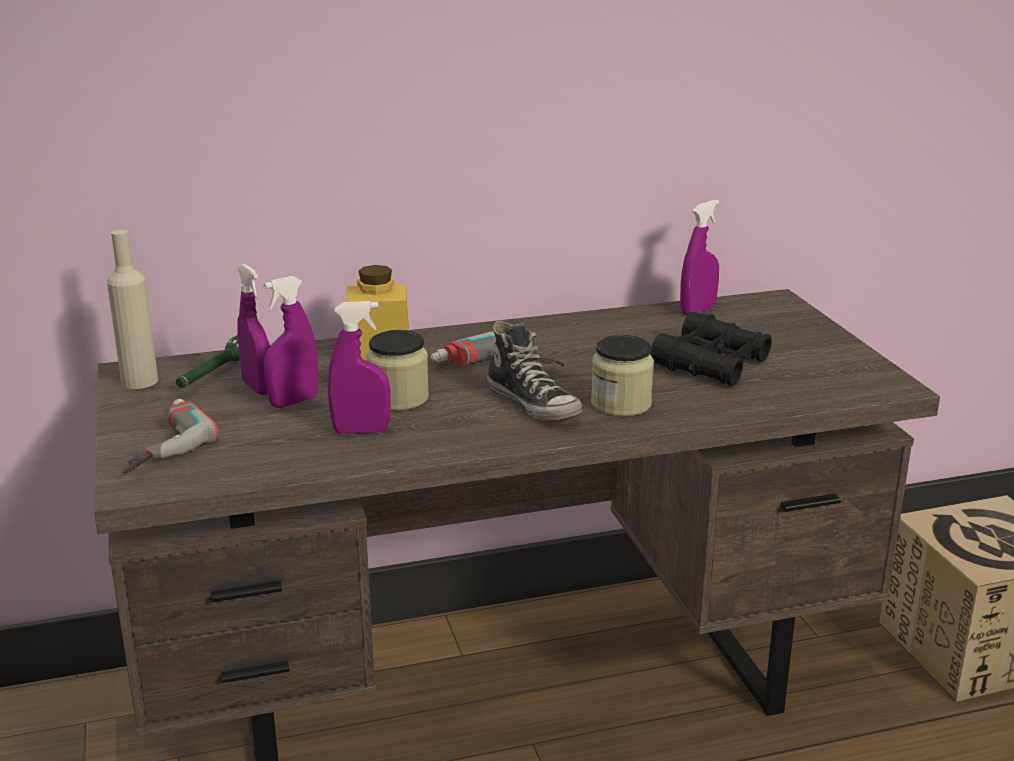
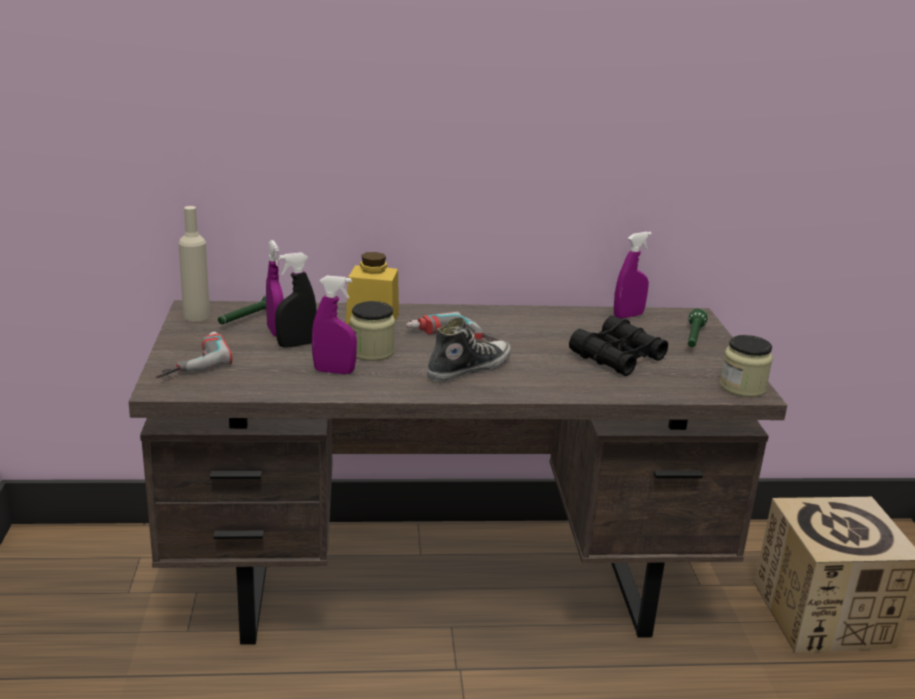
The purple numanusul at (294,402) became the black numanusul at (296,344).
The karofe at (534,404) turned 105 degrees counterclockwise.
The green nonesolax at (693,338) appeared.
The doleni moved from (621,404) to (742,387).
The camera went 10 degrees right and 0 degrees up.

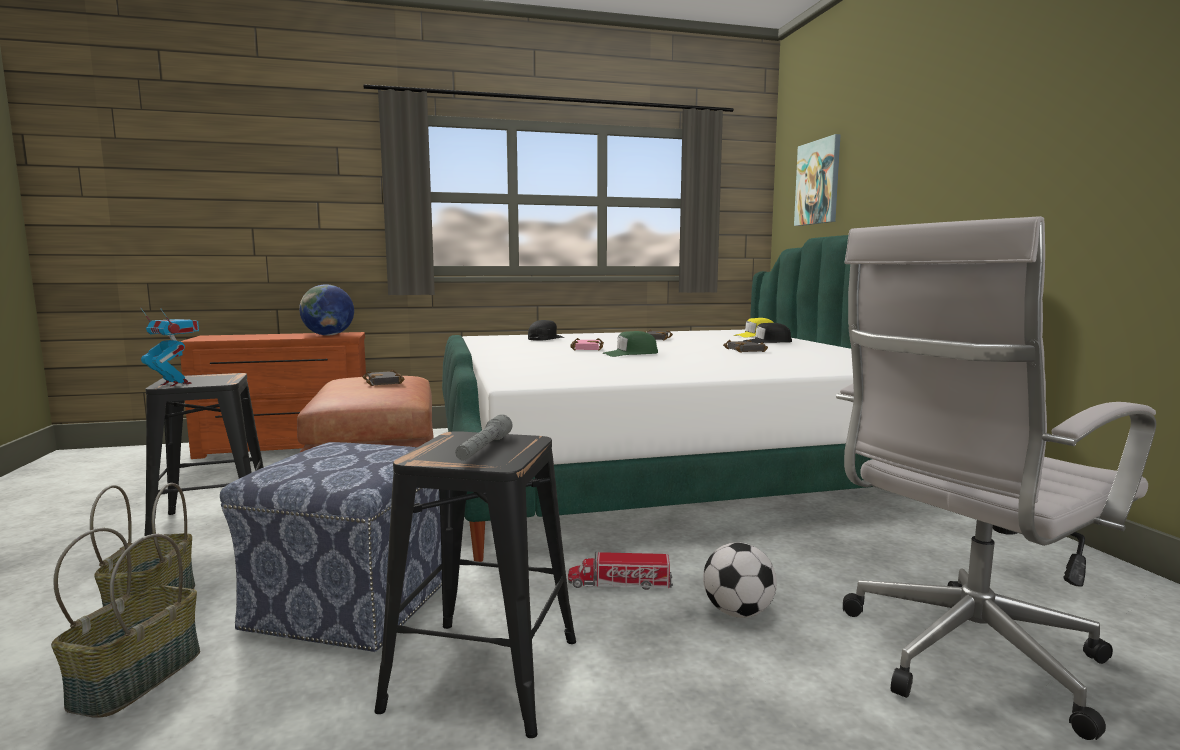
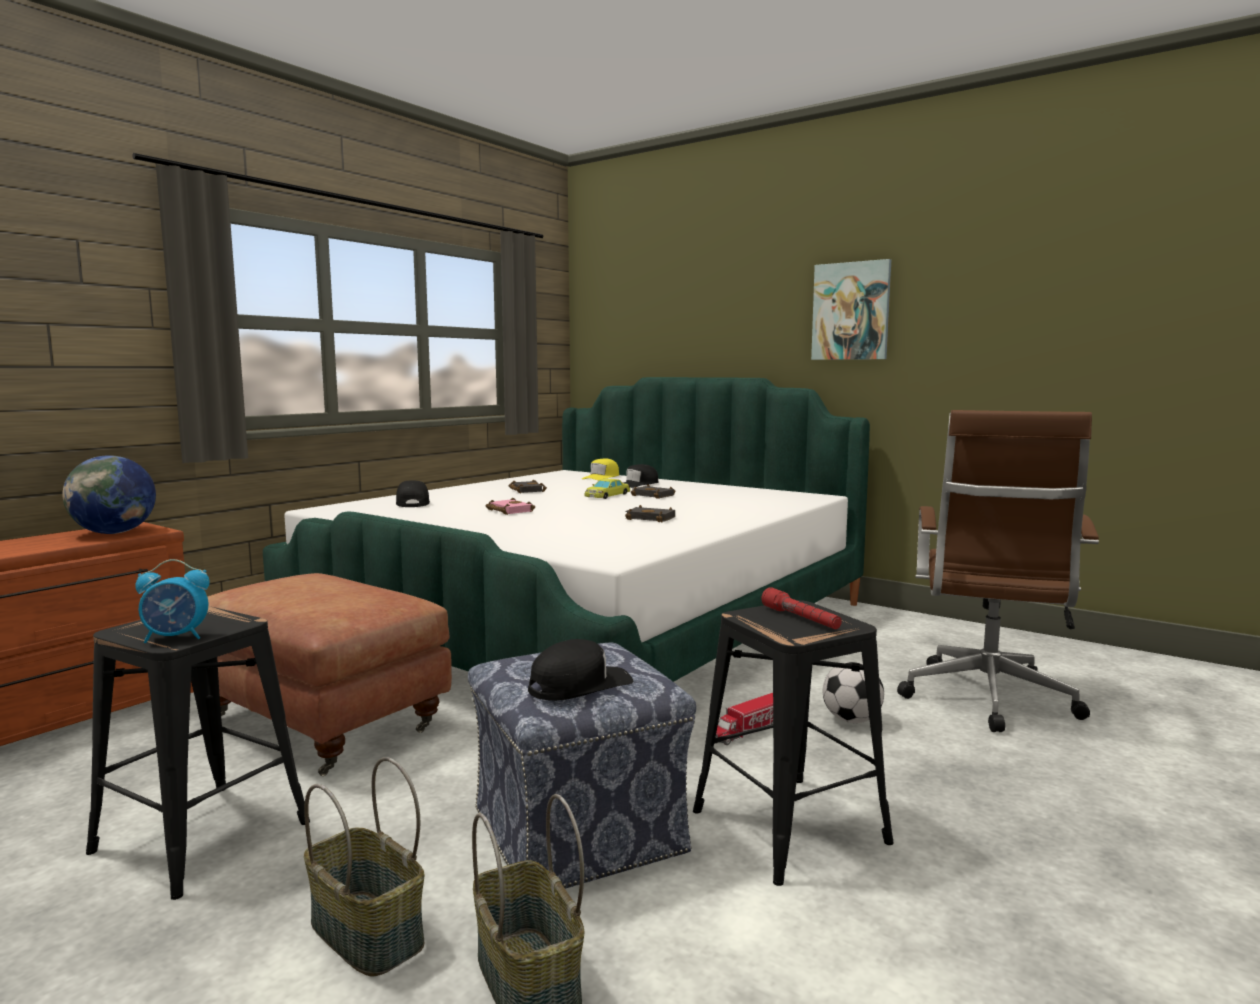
The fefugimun at (175,384) was replaced by the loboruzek at (176,638).
The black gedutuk at (579,685) appeared.
The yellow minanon at (607,495) appeared.
The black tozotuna moved from (385,382) to (652,518).
The grey nonesolax at (484,448) became the red nonesolax at (801,619).
The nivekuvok moved from (818,182) to (851,311).
The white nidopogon at (963,658) became the brown nidopogon at (987,701).
The green gedutuk at (630,354) disappeared.
The camera went 40 degrees left and 0 degrees up.

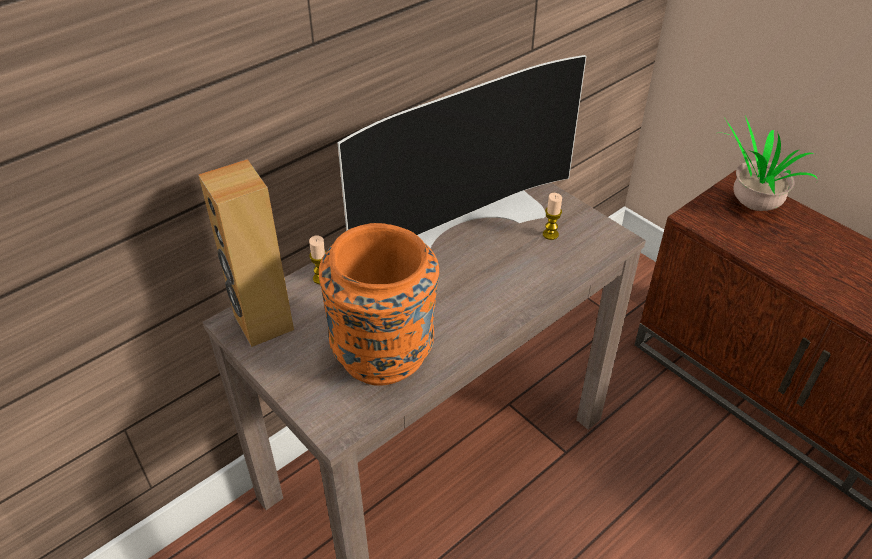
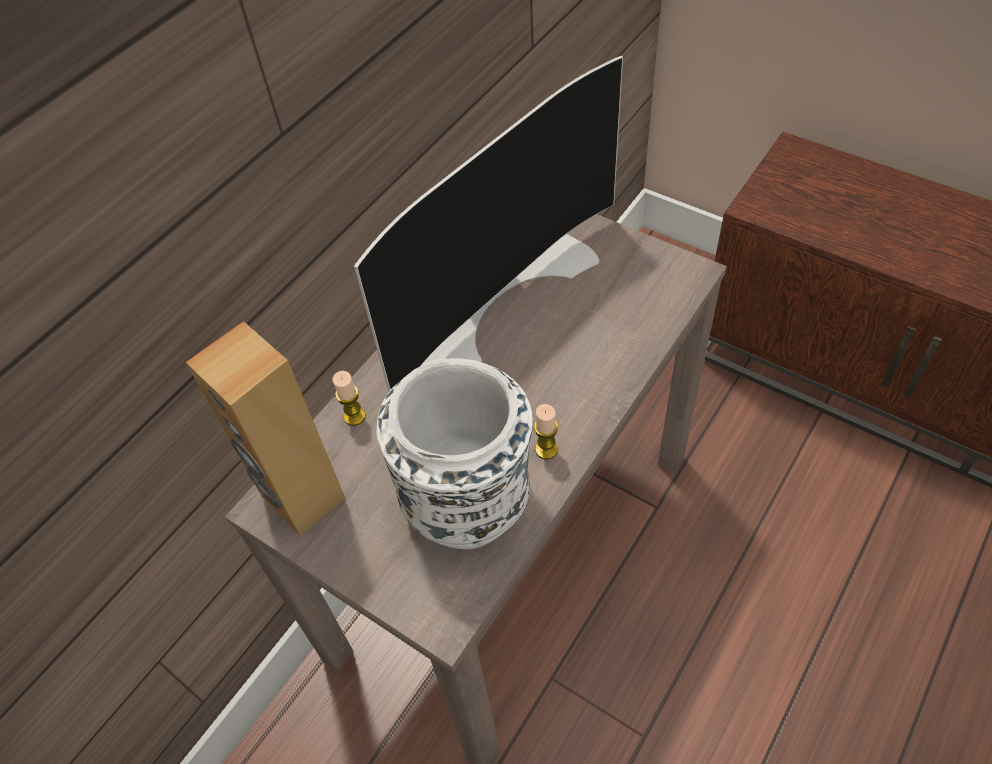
The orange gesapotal at (384,353) became the white gesapotal at (469,502).
The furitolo moved from (550,234) to (546,449).
The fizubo at (750,206) disappeared.
The camera went 10 degrees left and 10 degrees up.

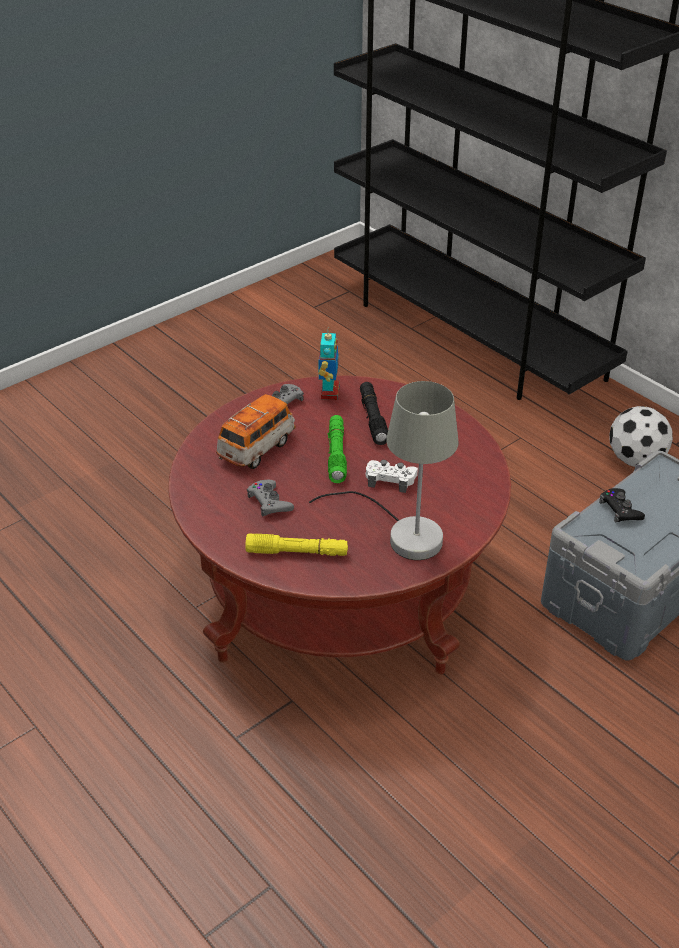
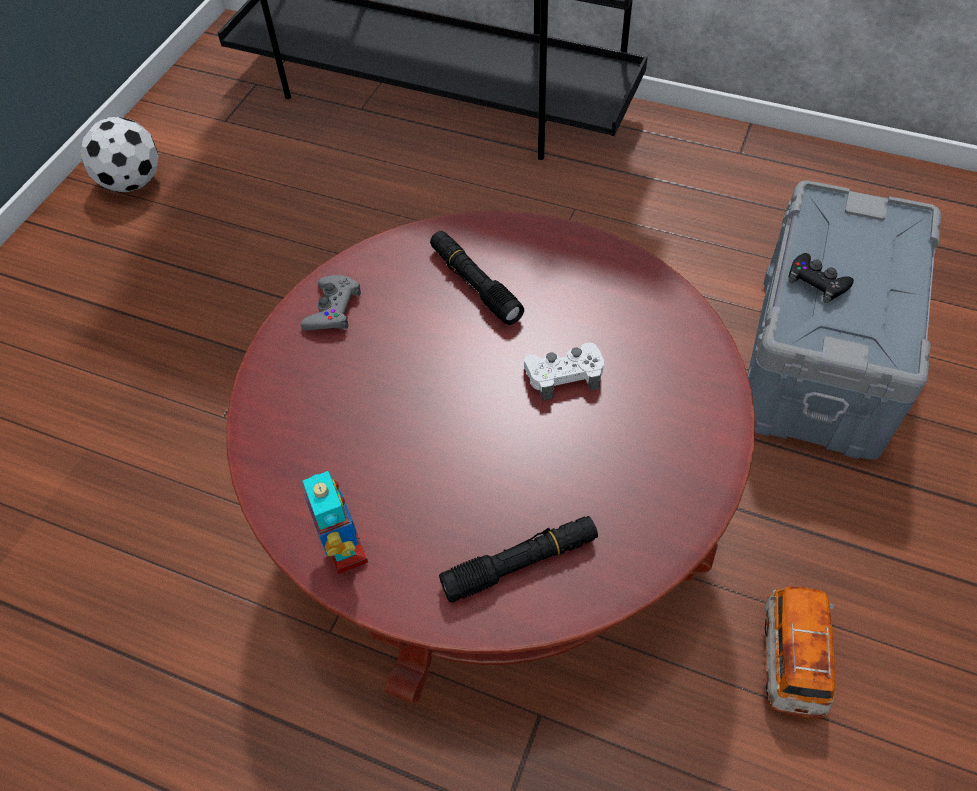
The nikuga moved from (635,459) to (132,181).
The fefugimun moved from (329,392) to (344,549).
The yellow nonesolax at (297,552) became the black nonesolax at (520,563).
The minanon moved from (257,448) to (792,658).
The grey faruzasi at (269,502) disappeared.
The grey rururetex at (403,533) disappeared.
The green nonesolax at (336,454) disappeared.
The camera went 25 degrees left and 15 degrees up.

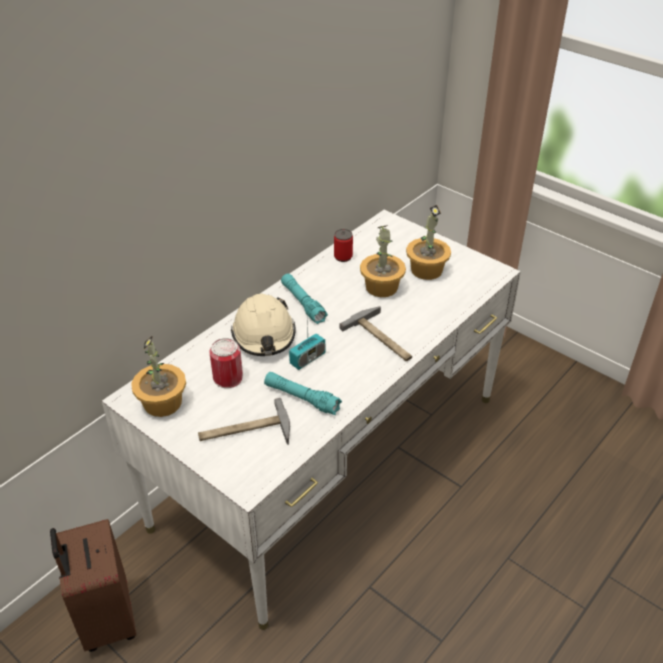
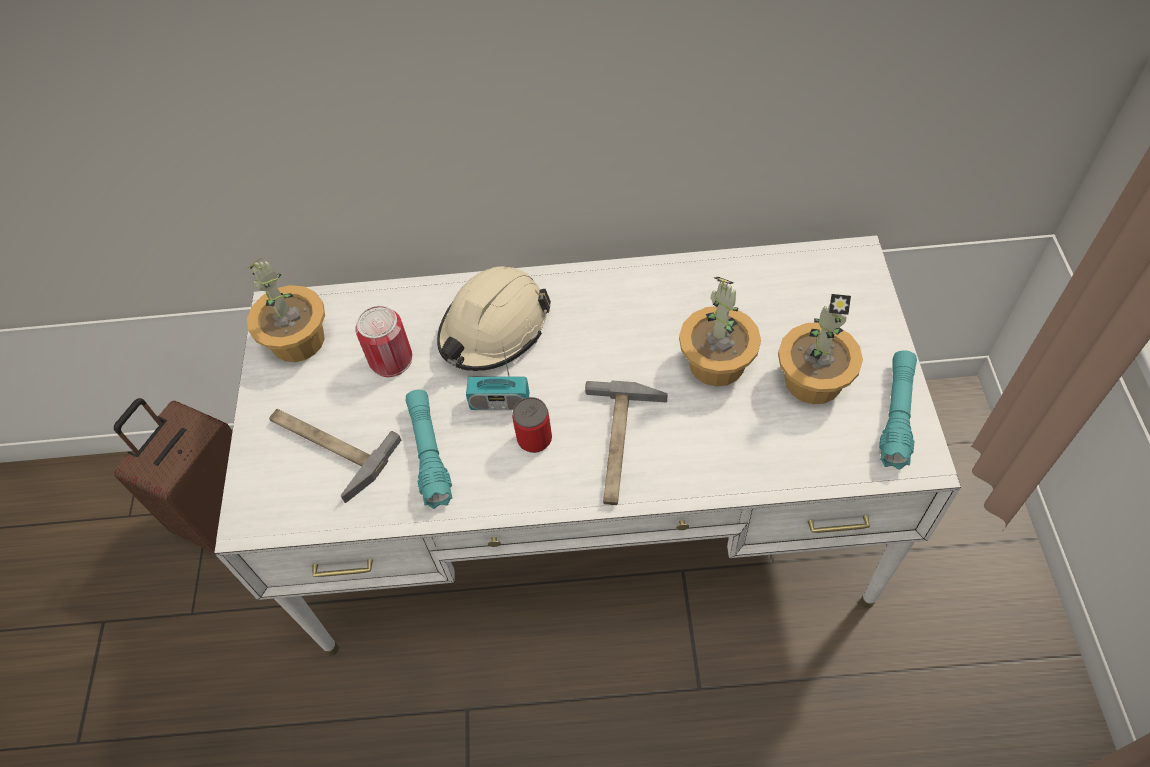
The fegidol moved from (343,257) to (534,439).
The turquoise nonesolax moved from (303,303) to (896,414).
The camera went 50 degrees right and 15 degrees up.

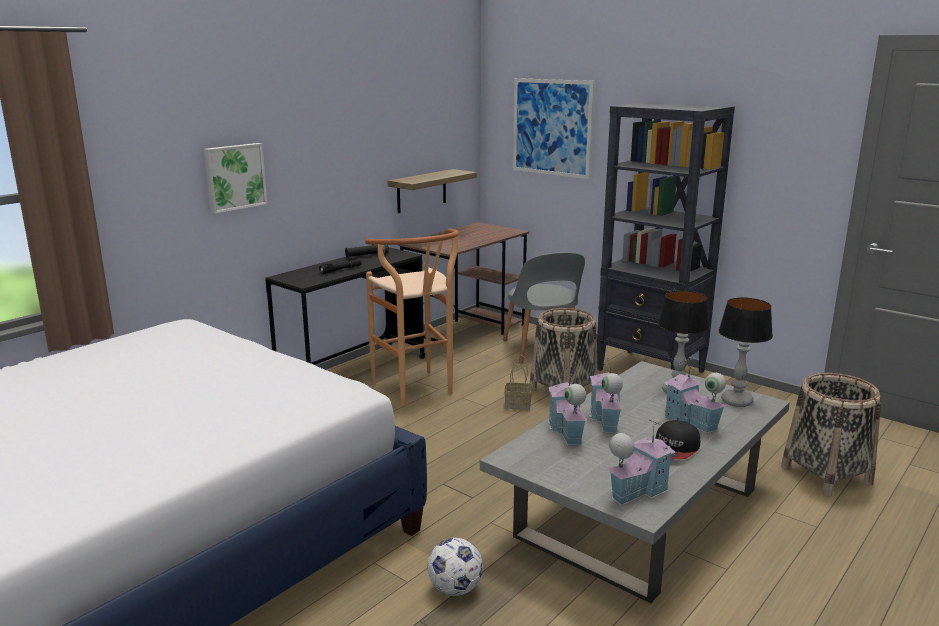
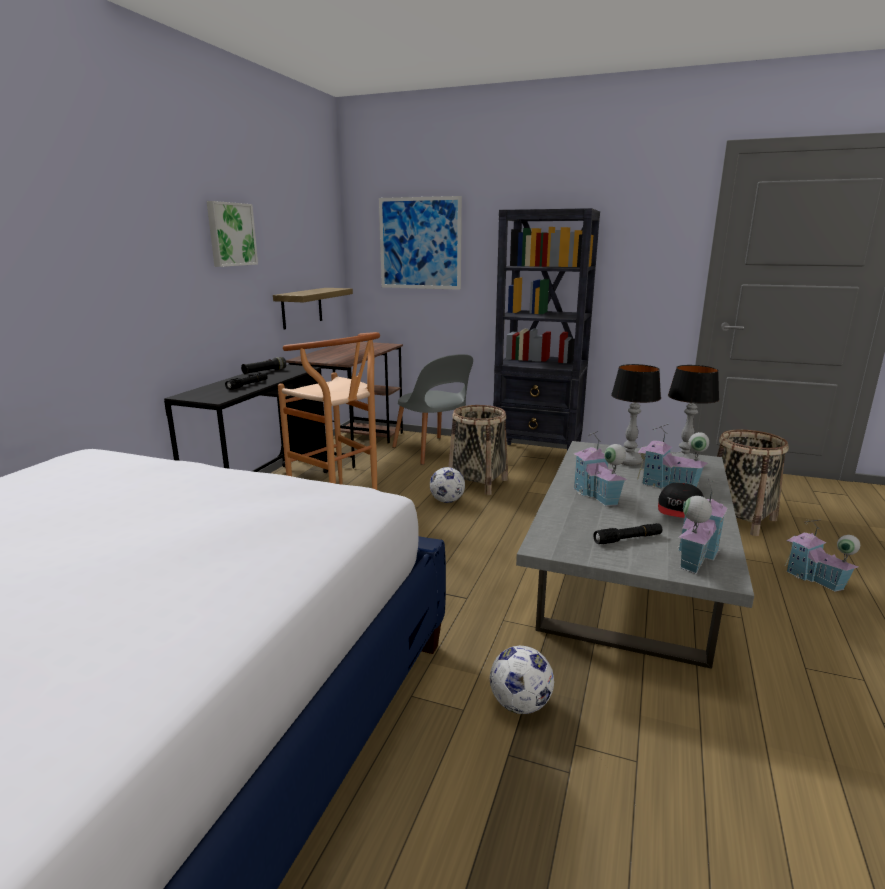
The nivekuvok moved from (234,177) to (230,234).
The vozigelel at (519,404) was replaced by the nikuga at (447,501).
The black nonesolax at (628,539) appeared.
The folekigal moved from (566,432) to (814,578).
The camera went 20 degrees left and 0 degrees up.

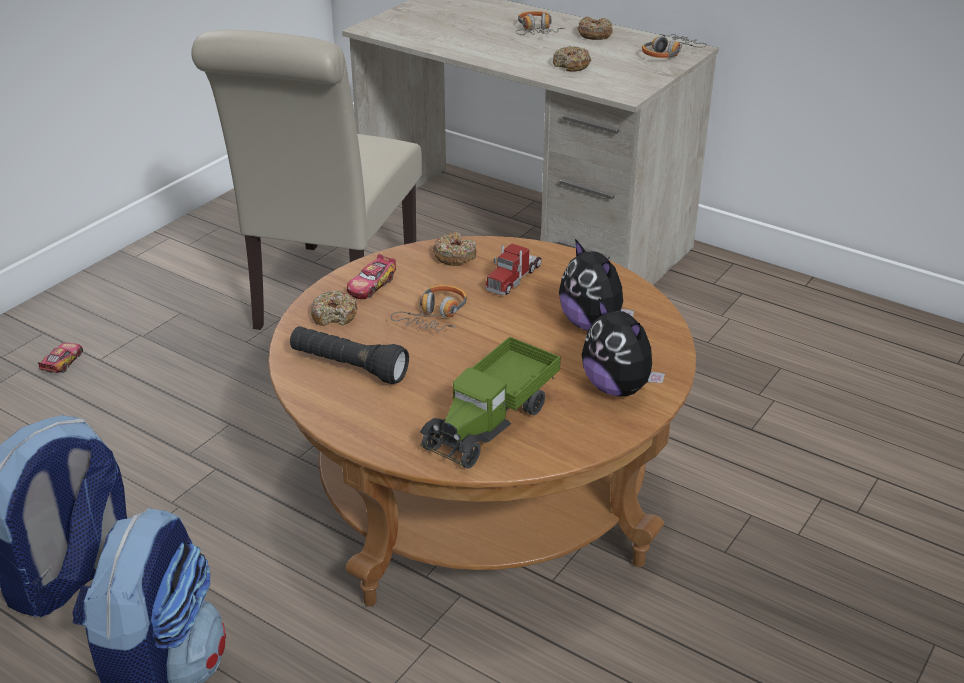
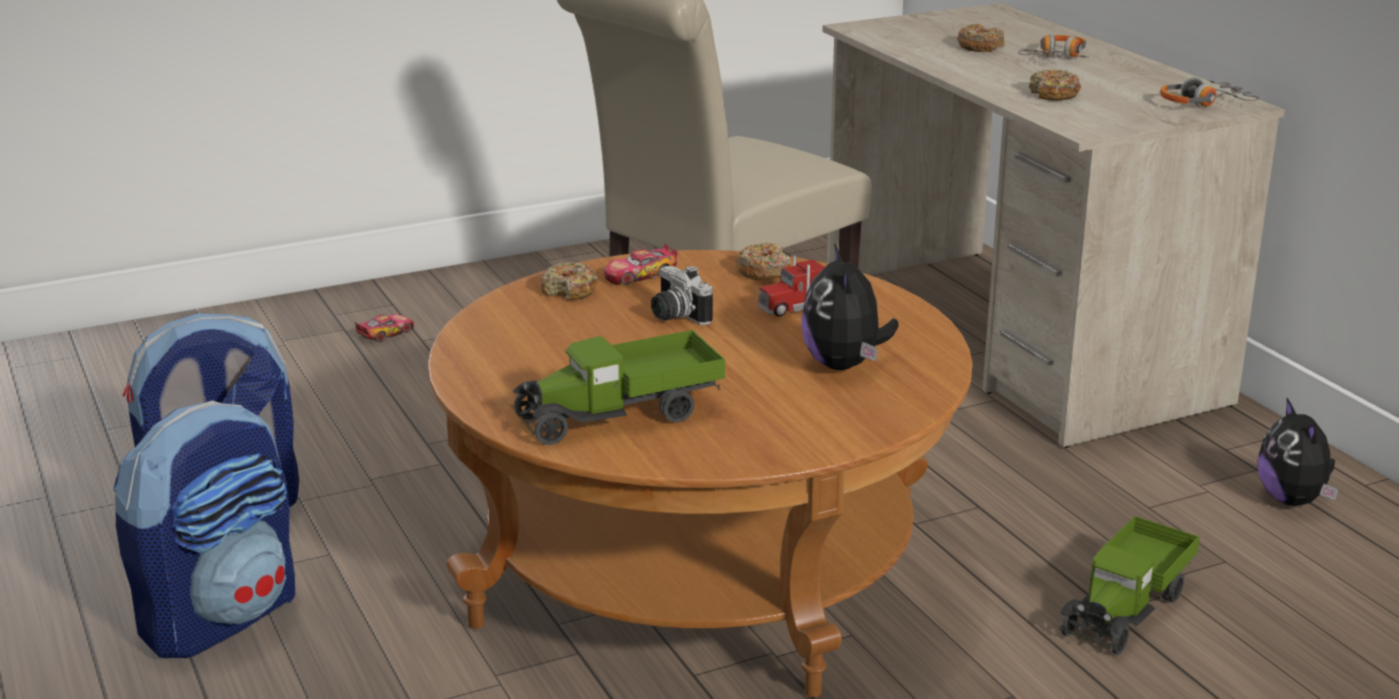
The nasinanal at (435,316) was replaced by the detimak at (674,316).
The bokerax moved from (594,34) to (980,47).
The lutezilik at (1127,608) appeared.
The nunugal moved from (618,388) to (1293,500).
The black nonesolax at (348,367) disappeared.
The camera went 30 degrees right and 10 degrees down.

